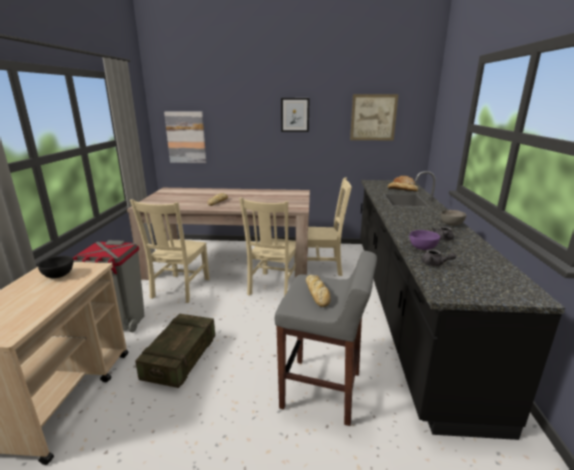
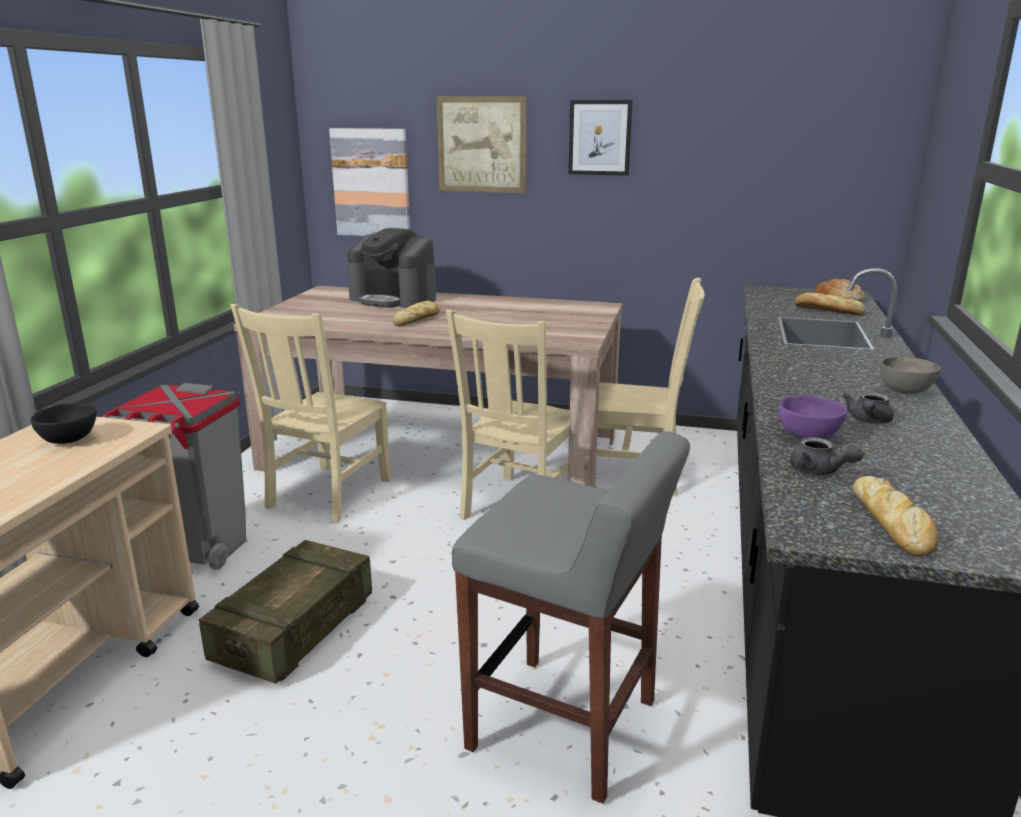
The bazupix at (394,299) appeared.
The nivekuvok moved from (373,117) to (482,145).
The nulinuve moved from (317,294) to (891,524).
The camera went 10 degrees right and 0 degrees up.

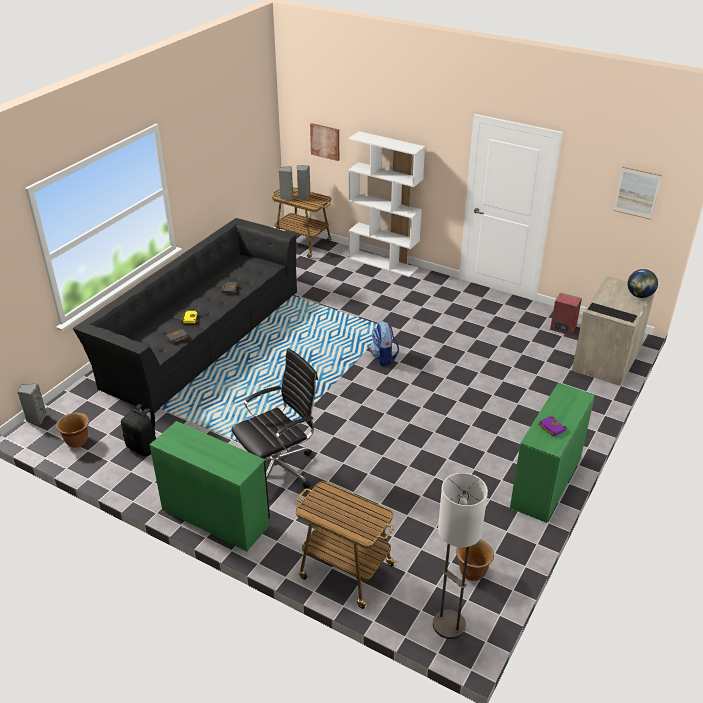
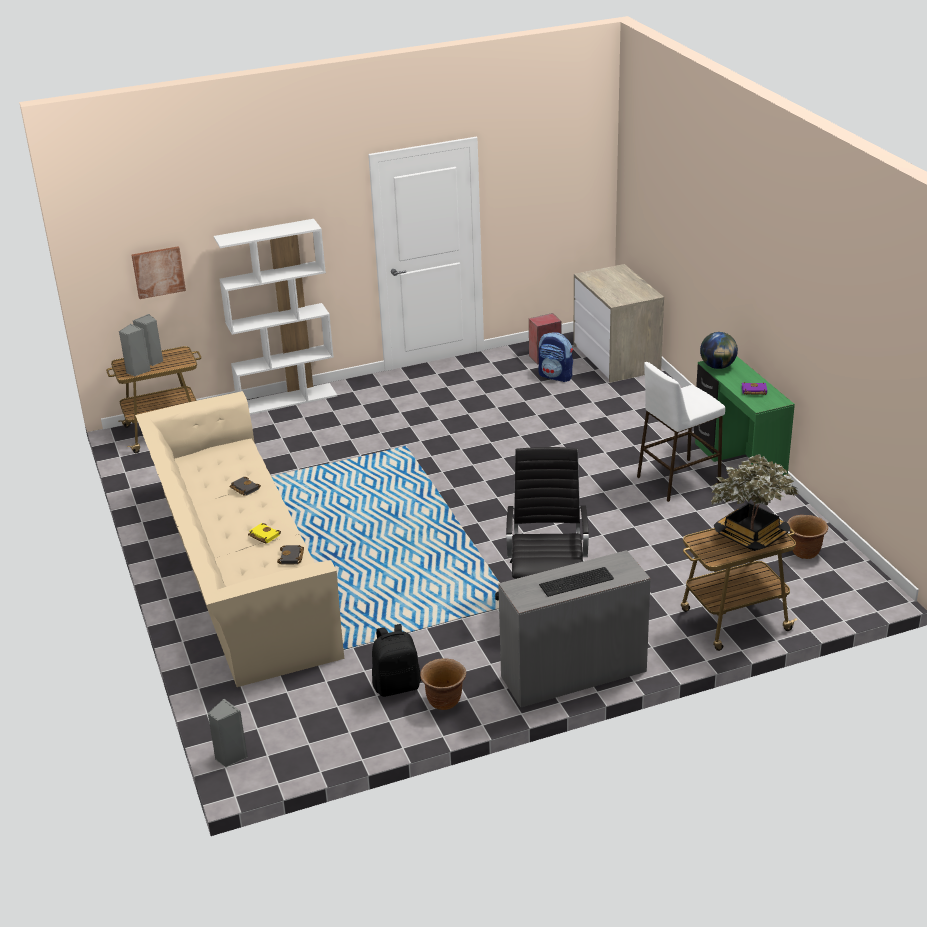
The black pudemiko at (201,335) became the beige pudemiko at (239,571).
The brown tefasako moved from (77,441) to (444,701).
The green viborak at (216,516) became the grey viborak at (572,673).
The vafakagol moved from (383,358) to (556,376).
The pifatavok moved from (612,313) to (577,582).
The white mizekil at (678,480) appeared.
The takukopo moved from (639,295) to (718,366).
The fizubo at (751,536) appeared.
The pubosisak at (448,625) disappeared.
The nivekuvok at (637,193) disappeared.
The camera went 50 degrees left and 5 degrees down.

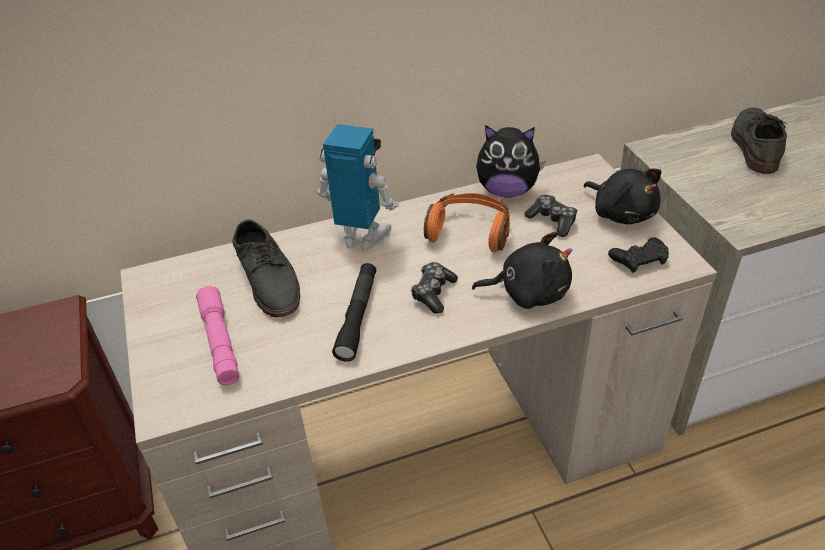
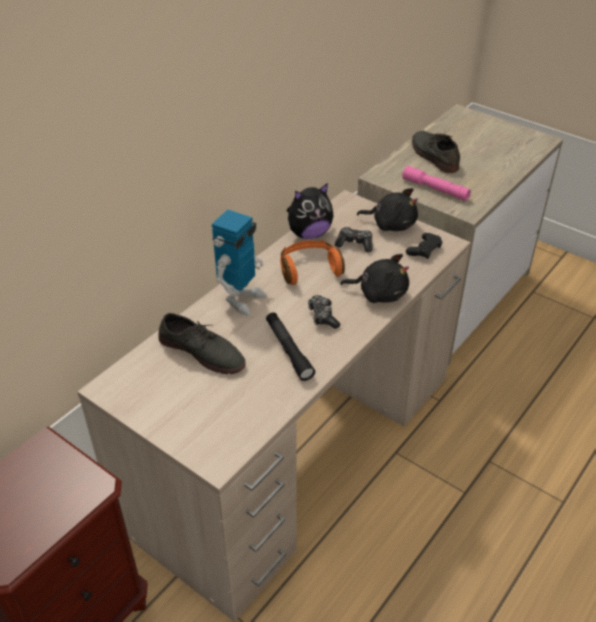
The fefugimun at (362,237) turned 135 degrees clockwise.
The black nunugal at (529,292) turned 45 degrees clockwise.
The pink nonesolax moved from (220,342) to (435,189).
The camera went 35 degrees left and 0 degrees up.

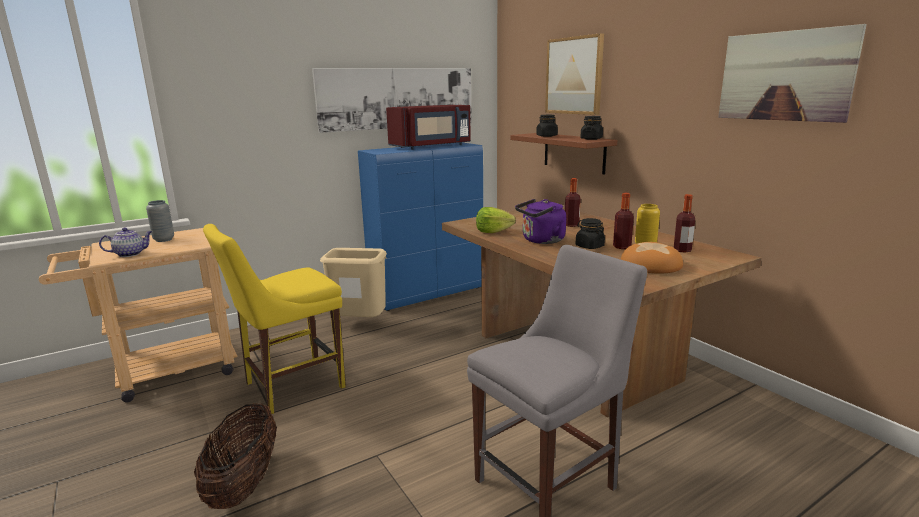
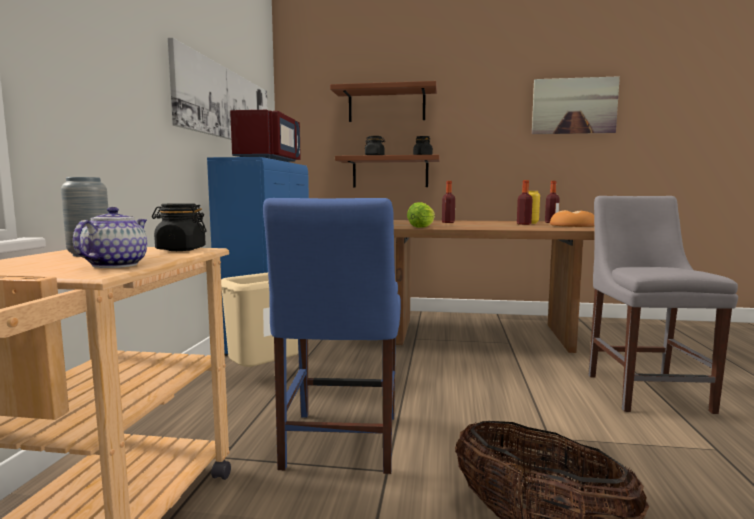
The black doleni moved from (589,246) to (180,249).
The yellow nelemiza at (289,386) became the blue nelemiza at (339,445).
The nivekuvok at (574,76) was replaced by the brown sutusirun at (386,105).
The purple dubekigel at (541,241) disappeared.
The camera went 50 degrees left and 10 degrees down.

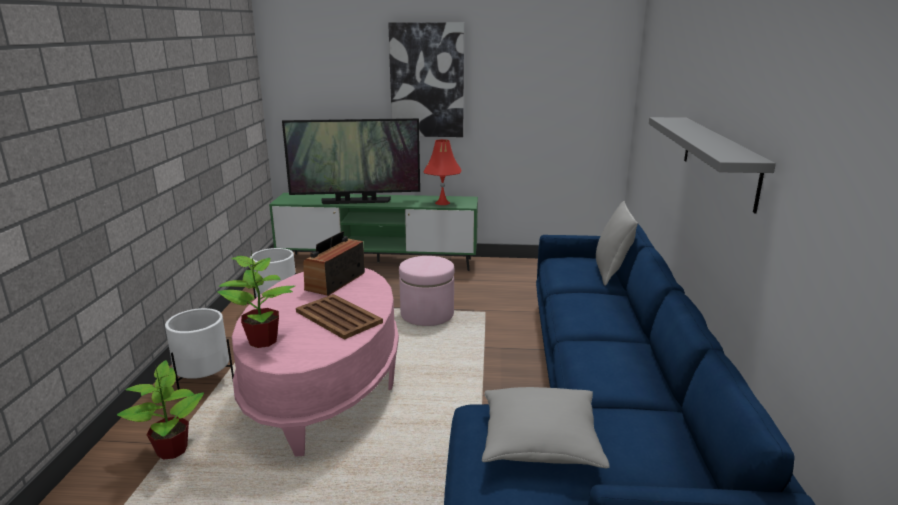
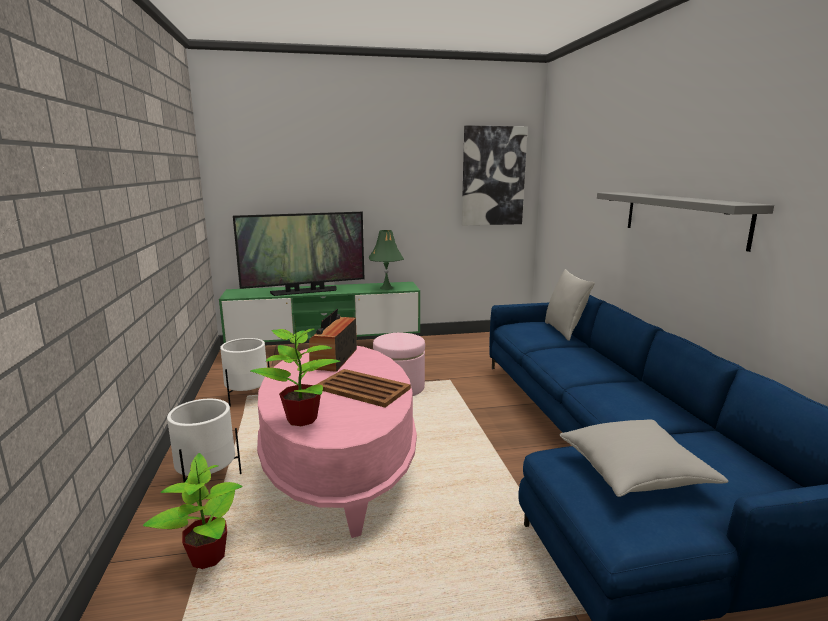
The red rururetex at (442,203) became the green rururetex at (386,288).
The nivekuvok moved from (427,81) to (493,176).
The camera went 15 degrees left and 5 degrees down.

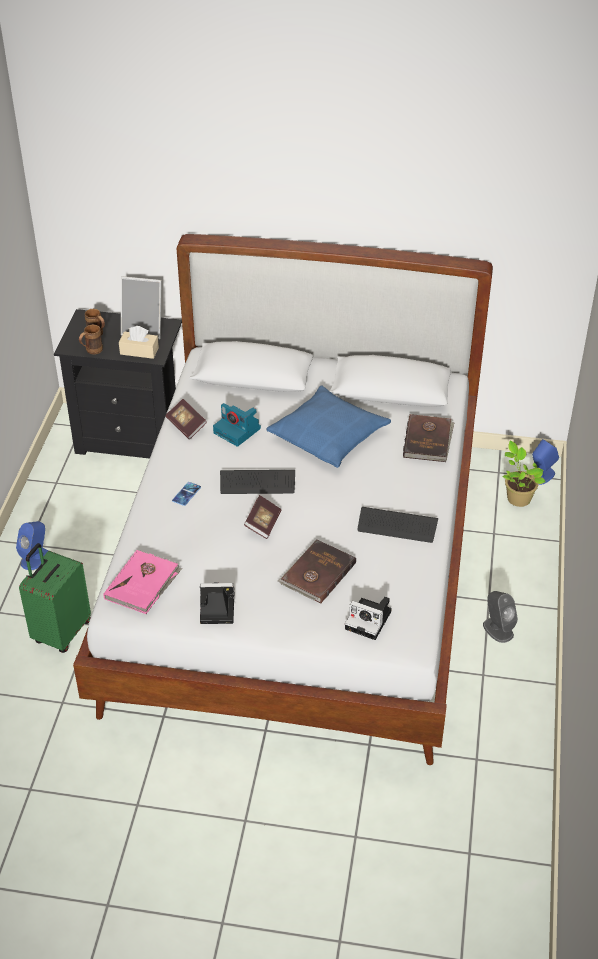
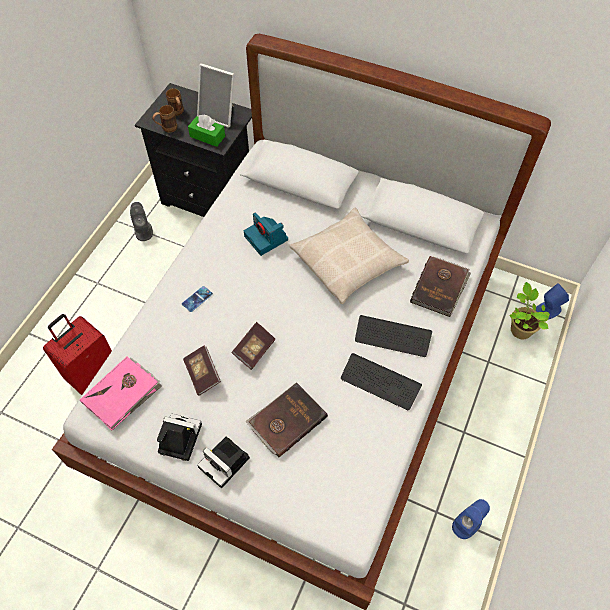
The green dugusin at (61,632) became the red dugusin at (94,375).
The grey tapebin moved from (497,629) to (143,230).
The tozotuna moved from (186,426) to (202,374).
The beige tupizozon at (139,351) became the green tupizozon at (207,136).
The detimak moved from (370,620) to (226,463).
The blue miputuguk at (329,435) became the beige miputuguk at (348,261).
The pifatavok moved from (257,483) to (392,337).
The blue tapebin moved from (35,558) to (467,523).
The camera went 15 degrees right and 15 degrees up.

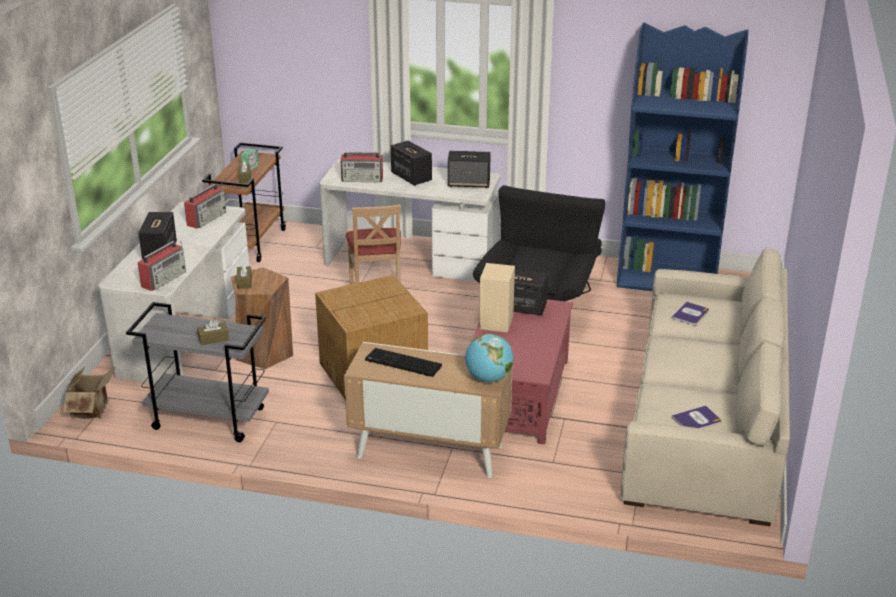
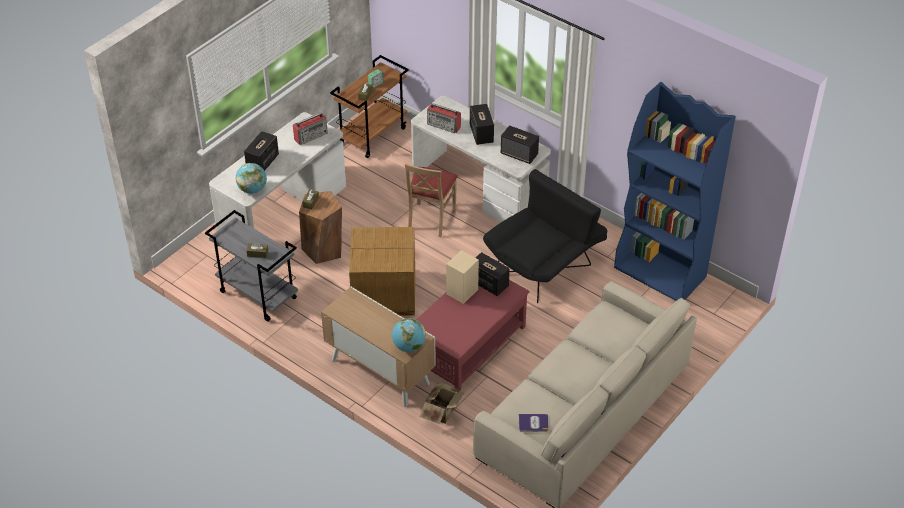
The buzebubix at (164,279) was replaced by the takukopo at (252,189).
The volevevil moved from (93,409) to (443,413).
The pifatavok at (402,364) disappeared.
The tozotuna at (690,314) disappeared.
The camera went 25 degrees right and 15 degrees up.

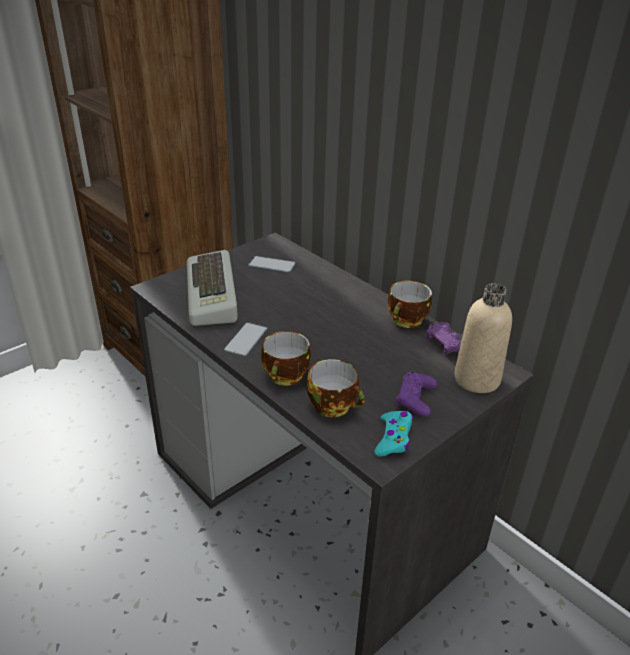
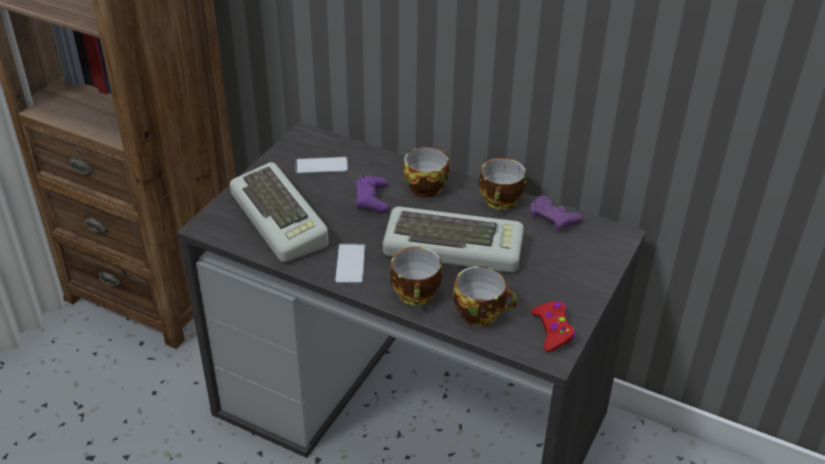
The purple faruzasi moved from (415,399) to (371,199).
The pifatavok at (454,247) appeared.
The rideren at (426,186) appeared.
The turquoise faruzasi at (393,438) became the red faruzasi at (553,330).
The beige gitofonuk at (477,379) disappeared.
The camera went 20 degrees left and 5 degrees up.

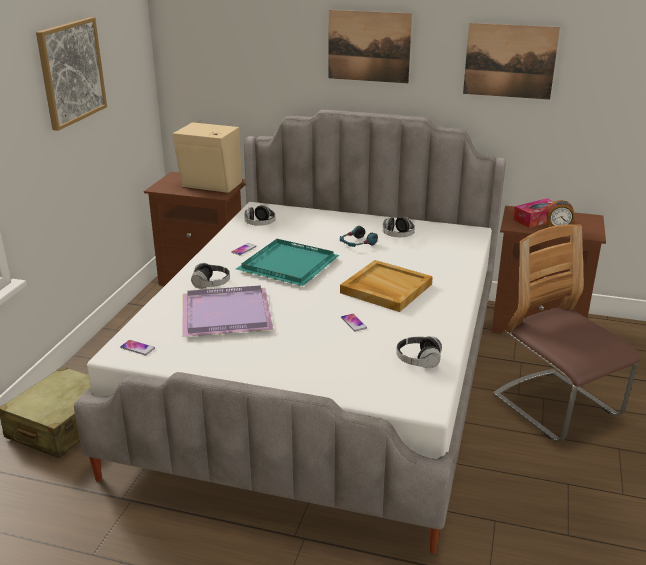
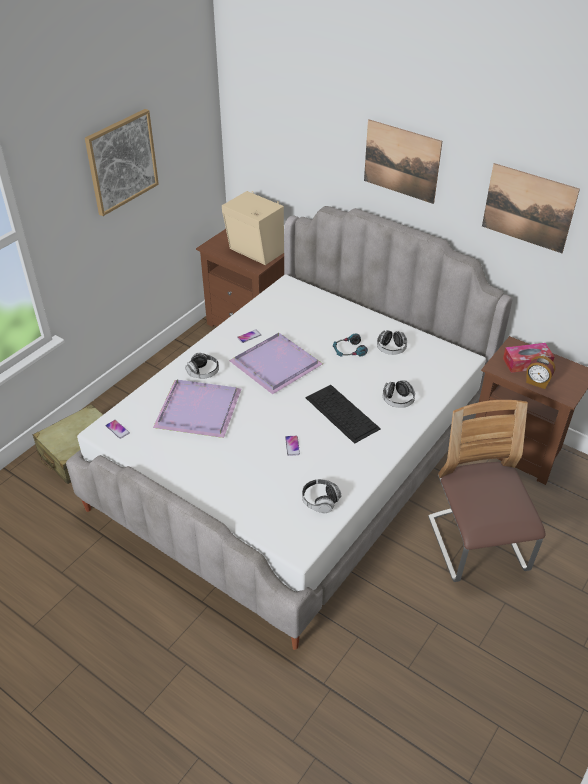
The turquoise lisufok at (290,265) became the purple lisufok at (277,364).
The beige lisufok at (385,288) was replaced by the pifatavok at (341,413).
The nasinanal moved from (260,224) to (398,400).
The camera went 20 degrees right and 15 degrees up.

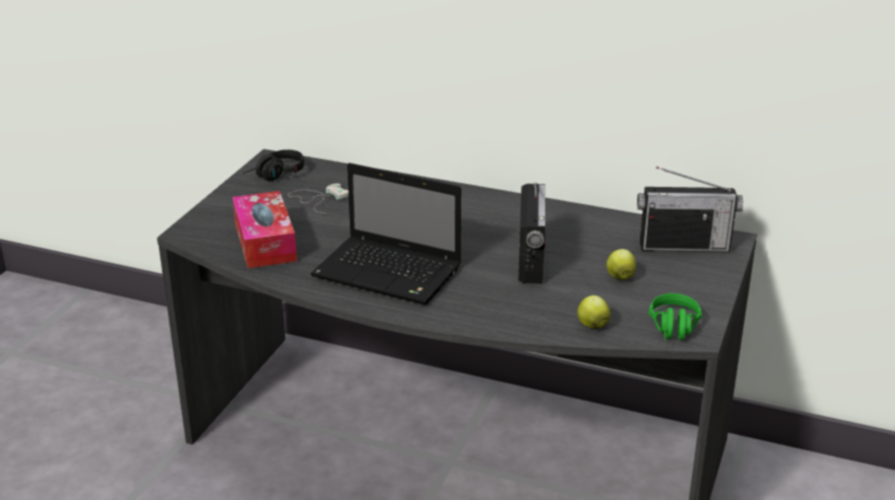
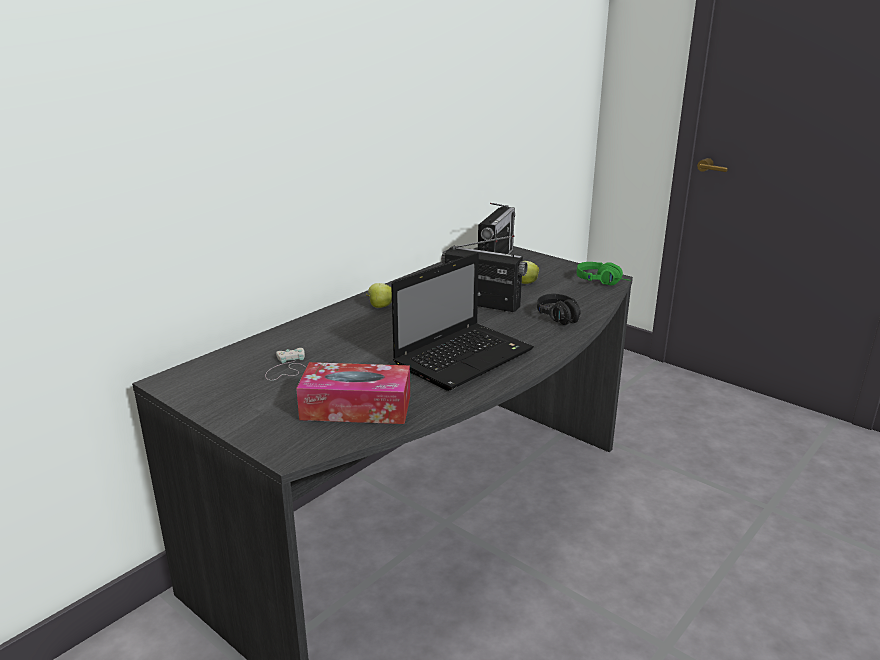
The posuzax moved from (592,325) to (380,306).
The black nasinanal moved from (275,175) to (562,319).
The camera went 70 degrees left and 5 degrees down.

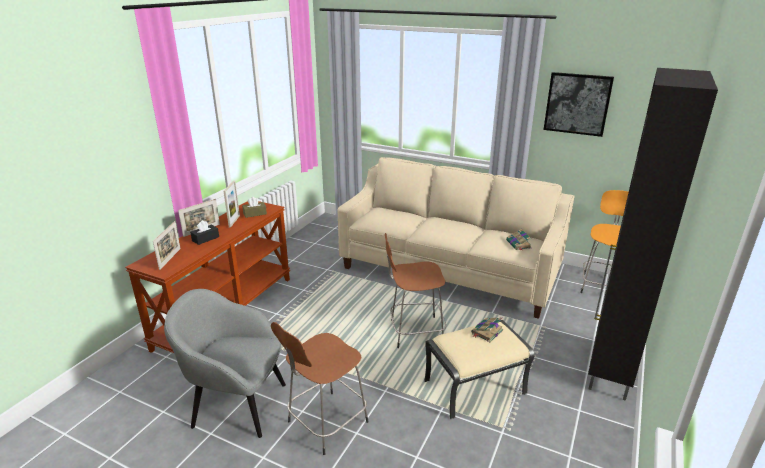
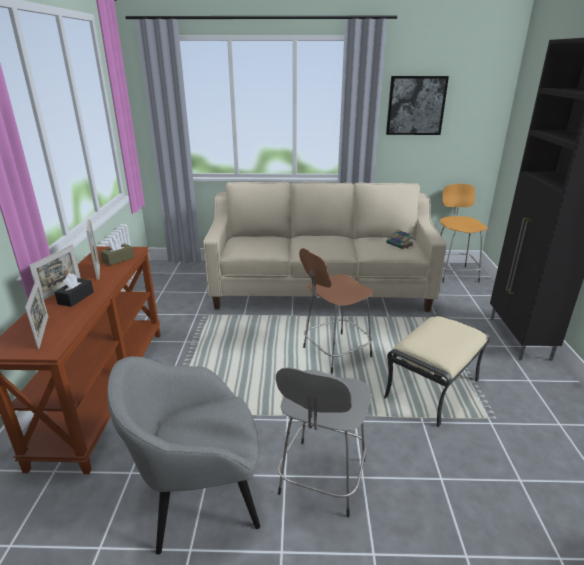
The brown mizekil at (325,423) became the grey mizekil at (322,479).
The tozotuna at (486,332) disappeared.
The camera went 25 degrees left and 0 degrees up.

